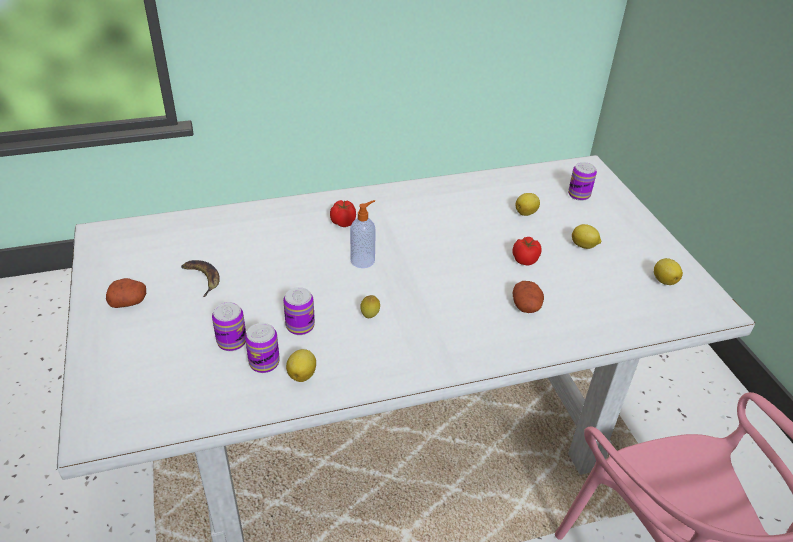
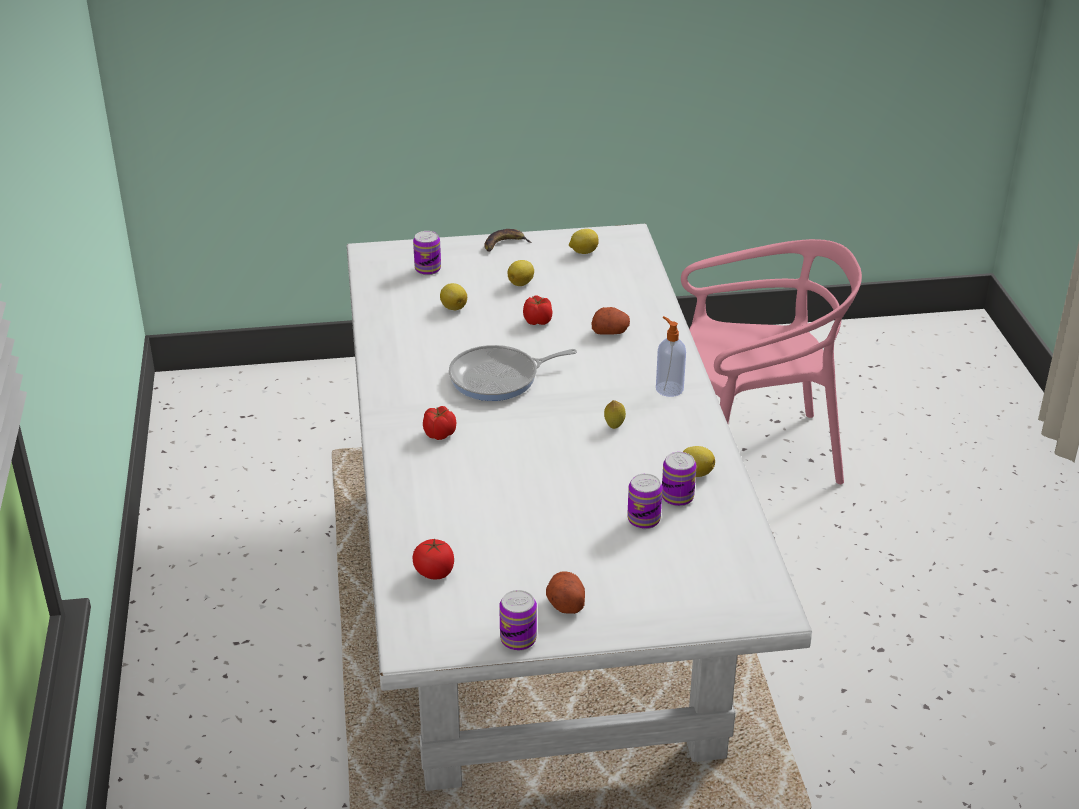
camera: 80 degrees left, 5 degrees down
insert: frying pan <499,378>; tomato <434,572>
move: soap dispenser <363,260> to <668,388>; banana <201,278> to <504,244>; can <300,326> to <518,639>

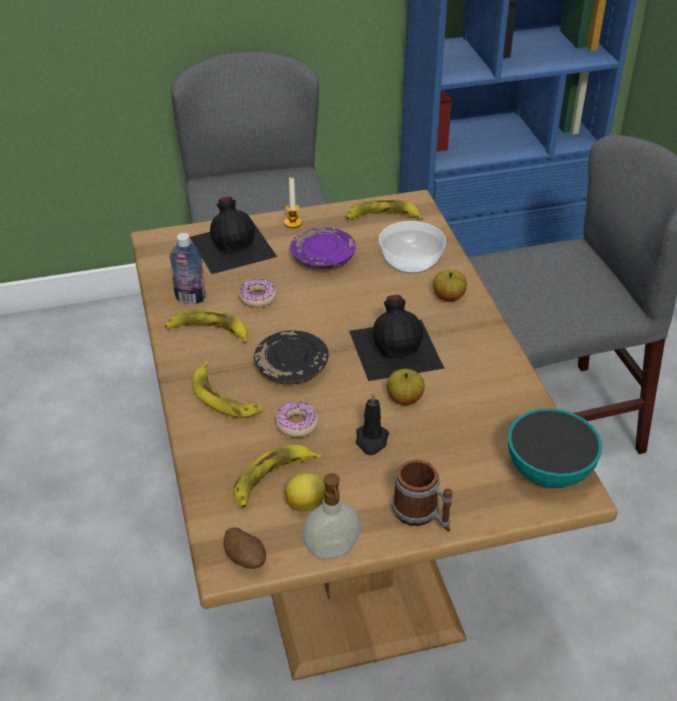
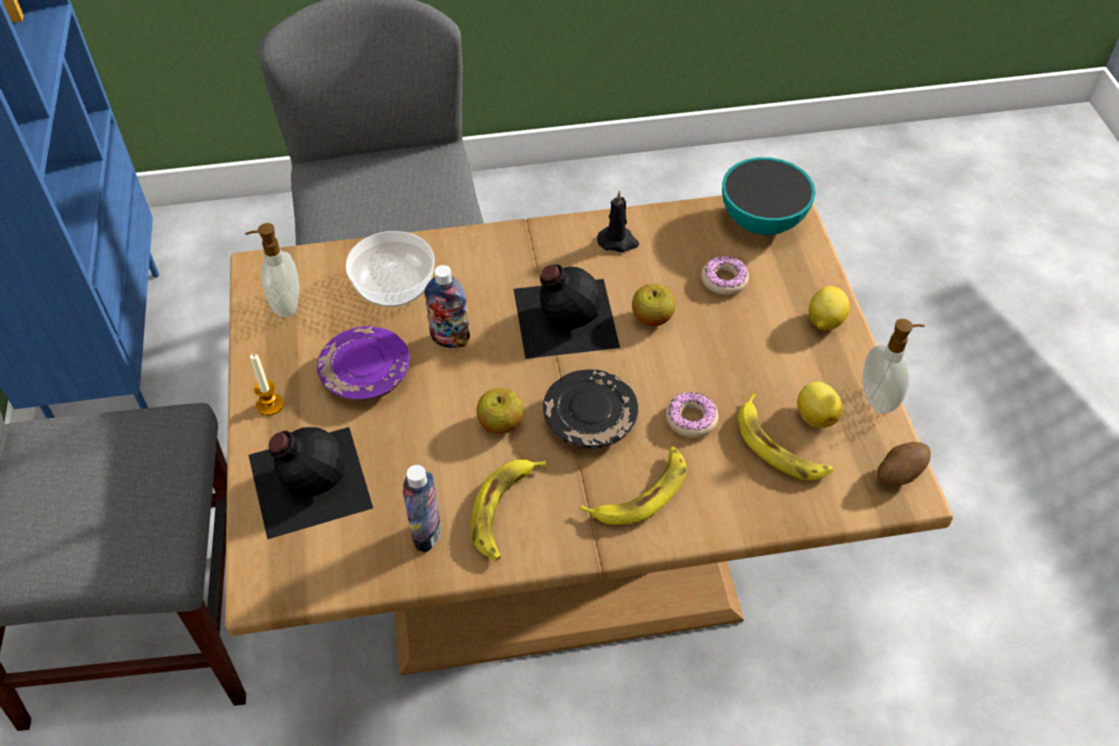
camera: 85 degrees left, 10 degrees up
insert: bottle <450,339>
move: apple <448,297> to <500,423>; donut <258,298> to <724,280>; candle in black <371,441> to <618,241>
replace: banana <382,216> to soap dispenser <285,304>; mug <422,515> to lemon <824,322>

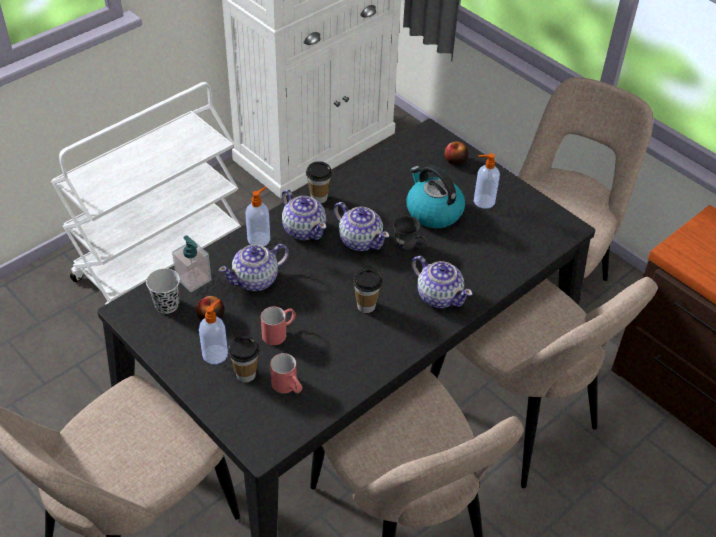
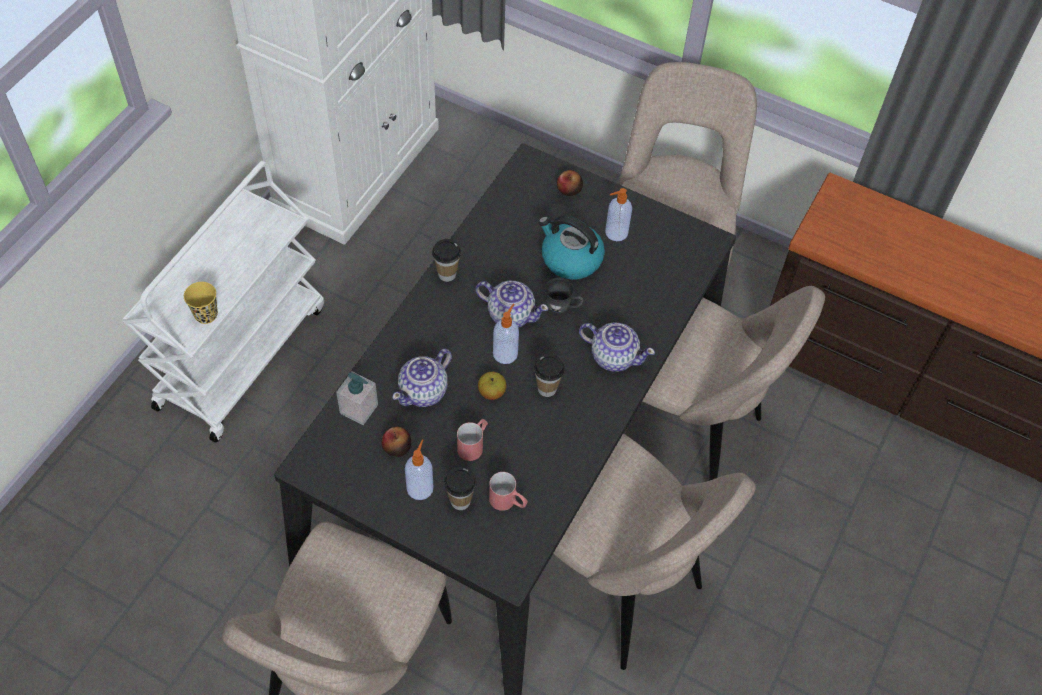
camera: 20 degrees left, 10 degrees up
delete: teapot <304,229>; cup in black <167,305>
insert: cup in yellow <206,315>; apple <492,392>
move: soap dispenser <259,239> to <505,353>

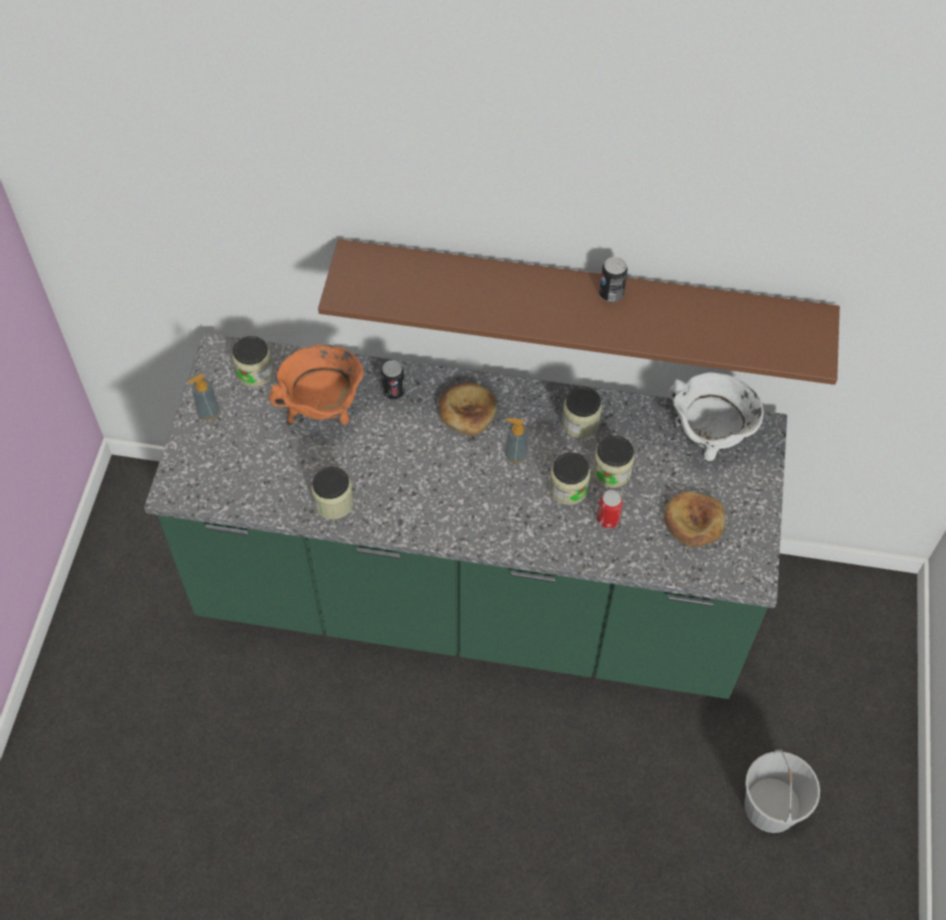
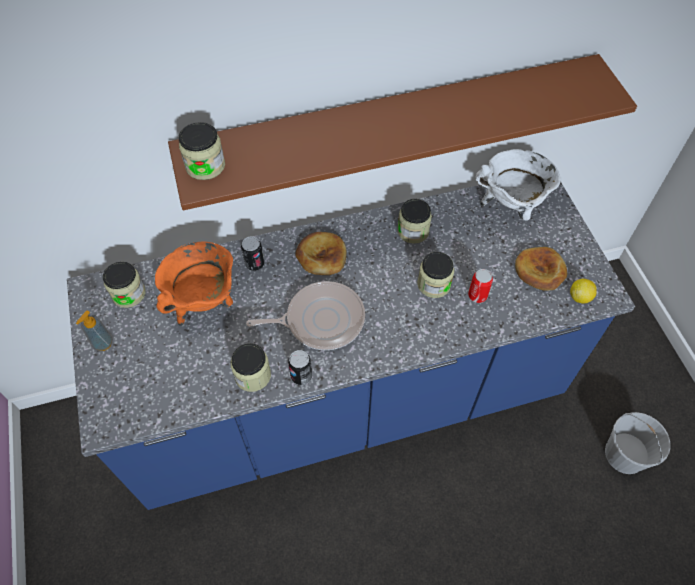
camera: 25 degrees left, 0 degrees up
delete: soap dispenser <516,455>
insert: lemon <580,297>; frying pan <320,320>
move: can <611,294> to <301,376>; jar <611,472> to <205,165>
recolor: counter in green <471,597> to counter in blue <347,399>

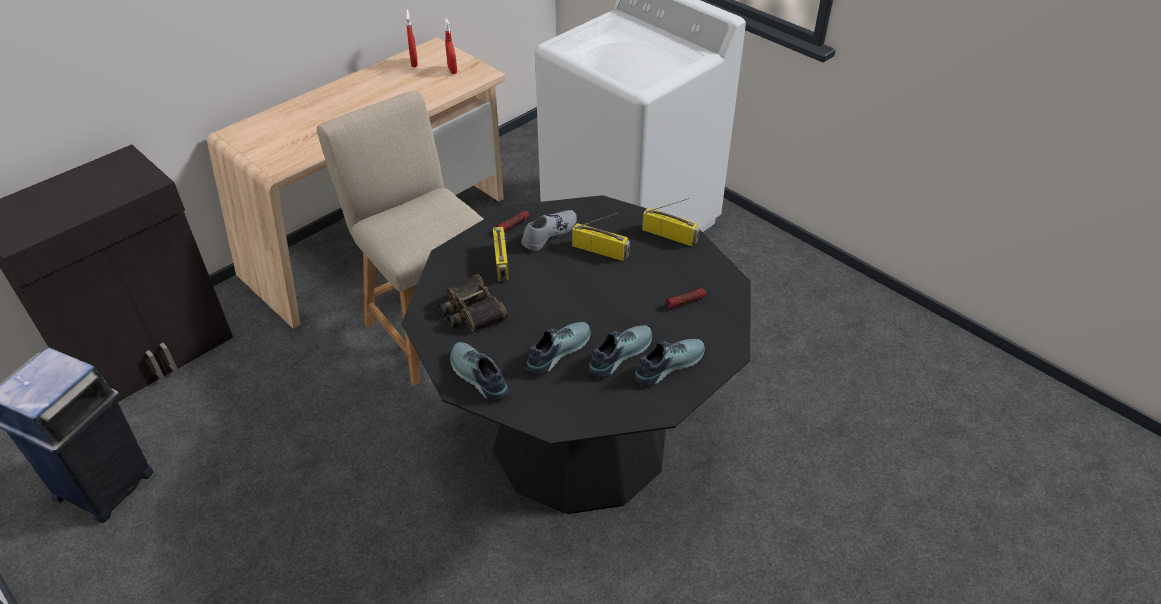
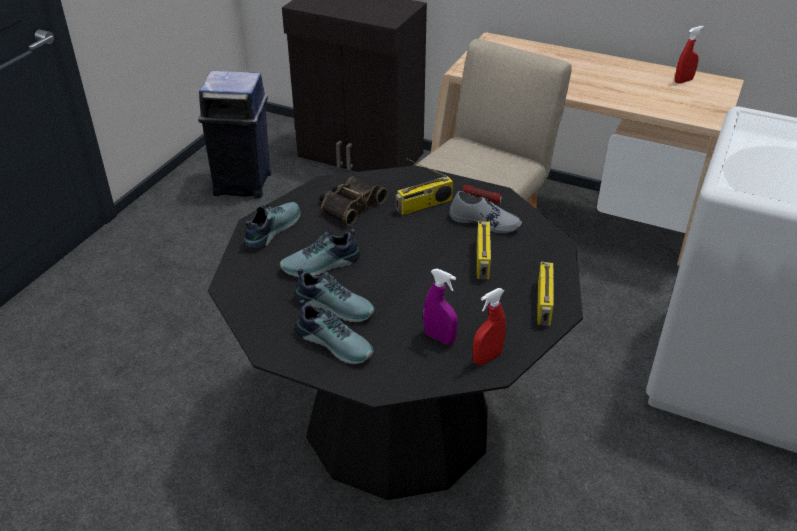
camera: 70 degrees right, 5 degrees down
move: spray bottle in red <452,70> to <487,358>
replace: flashlight <686,301> to spray bottle in purple <439,338>
rotate: shoe <556,351> = <321,266> 135 degrees clockwise

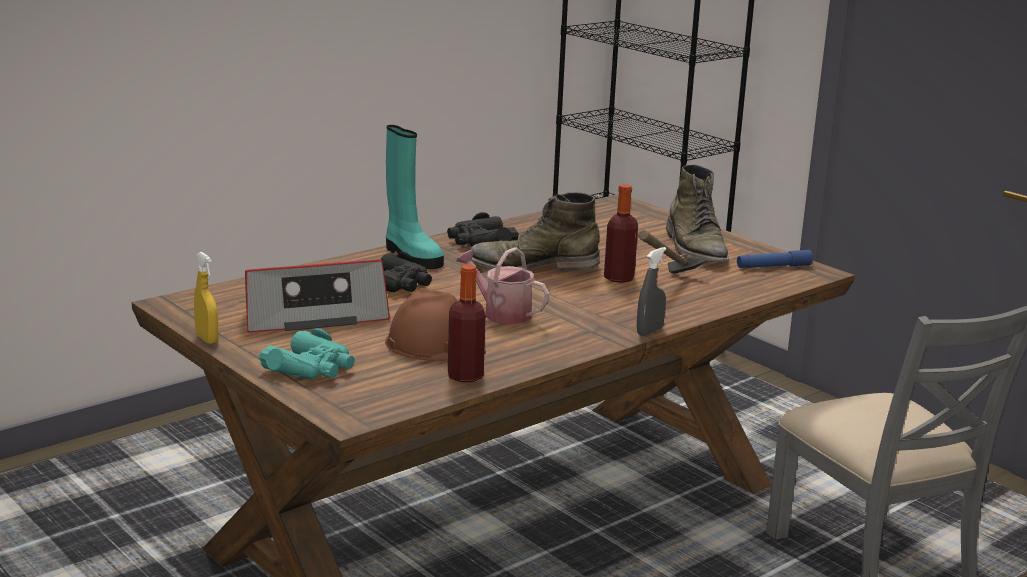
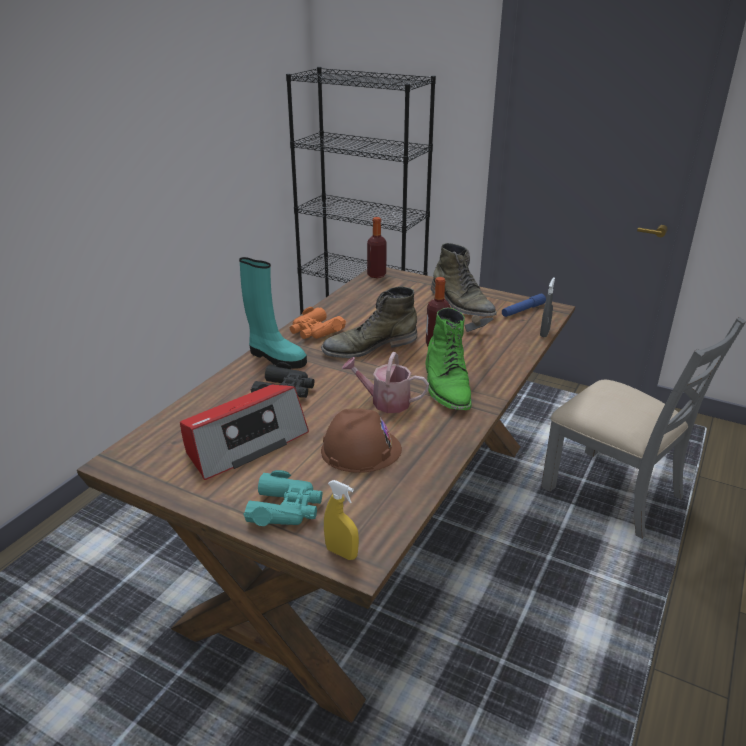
camera: 20 degrees left, 10 degrees up
insert: boot in green <446,385>
move: spray bottle in grey <649,332> to <544,333>; spray bottle in yellow <207,339> to <341,553>; bottle <465,376> to <376,275>
recolor: binoculars in black <480,242> to binoculars in orange <315,331>

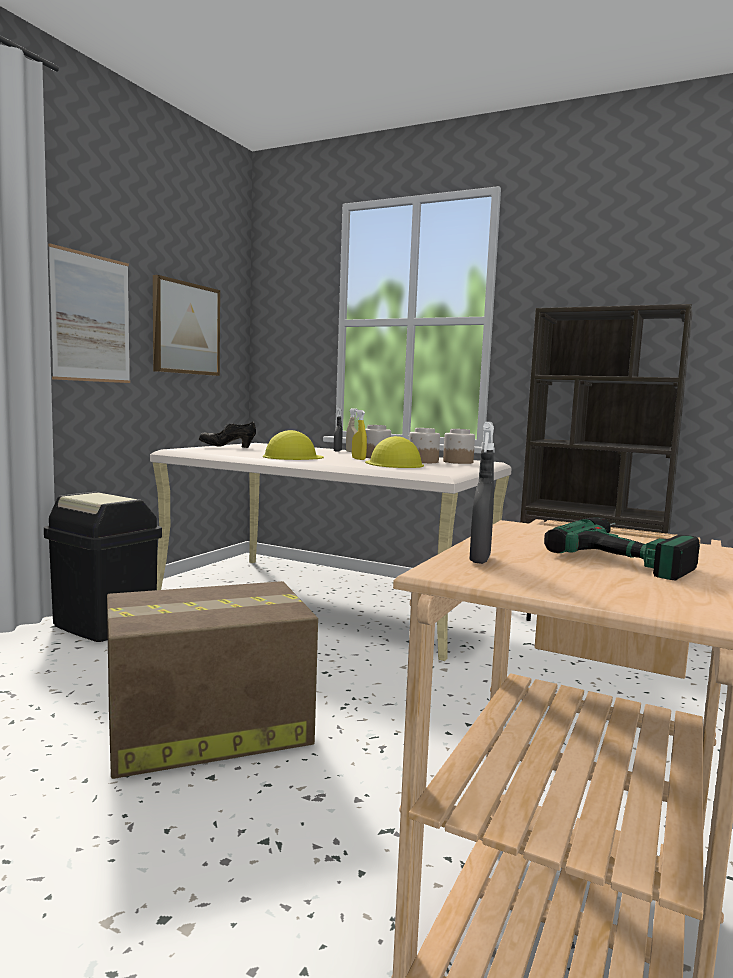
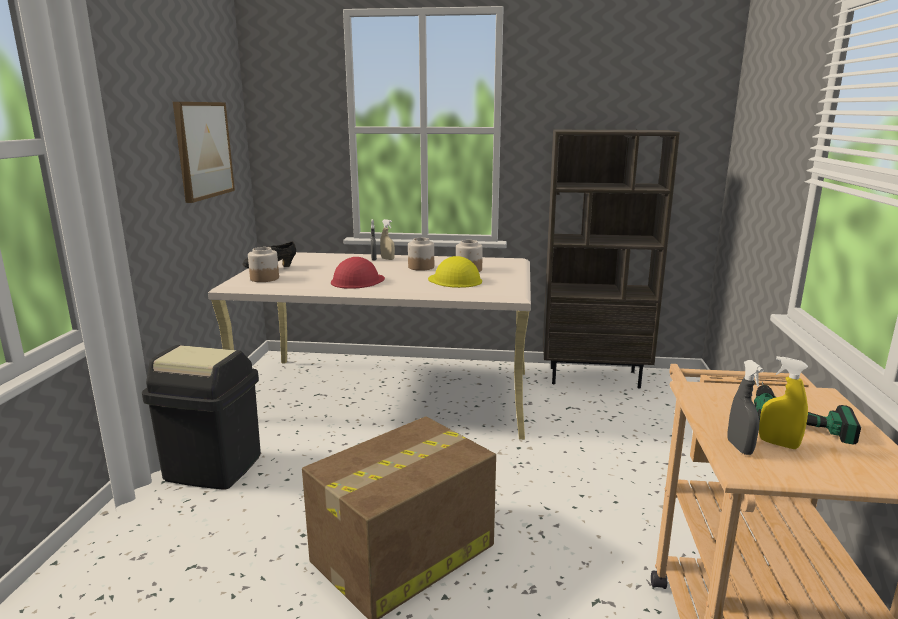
camera: 20 degrees left, 10 degrees up
delete: picture <91,318>
move: spray bottle in yellow <358,459> to <778,444>; jar <457,462> to <264,278>
recolor: hard hat in yellow <292,457> to hard hat in red <357,281>

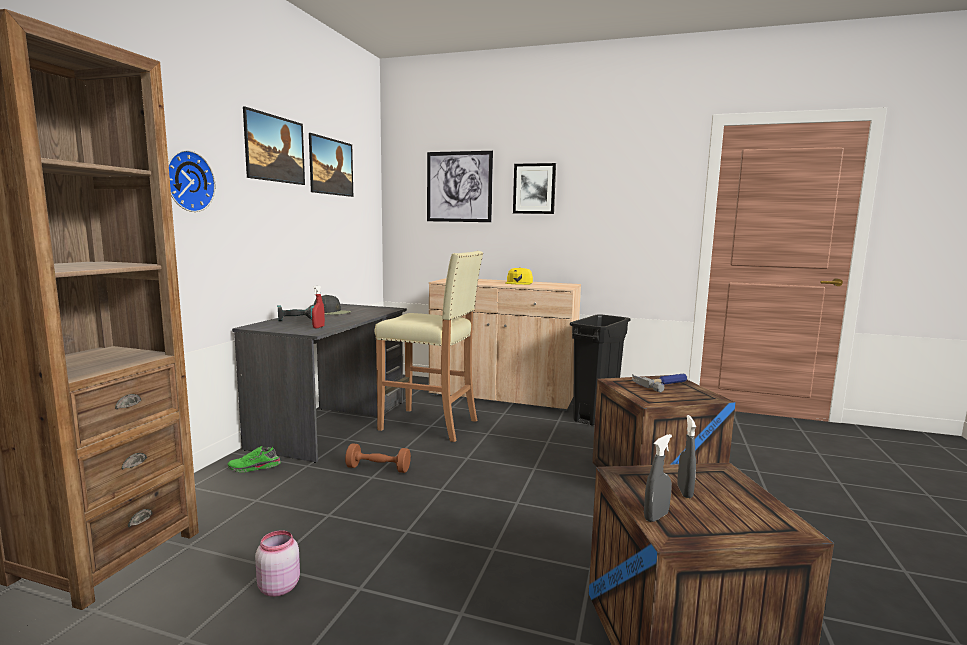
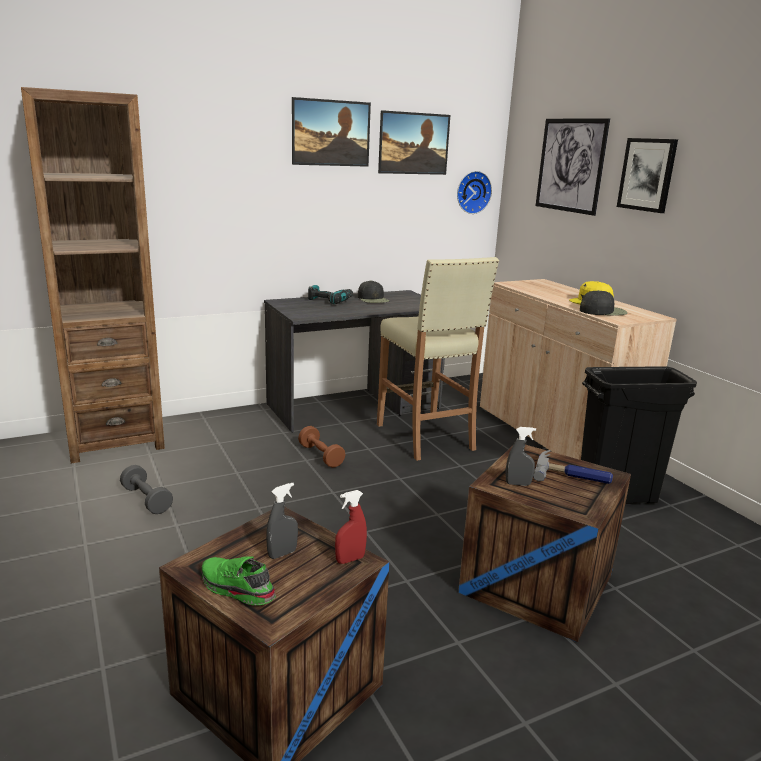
camera: 45 degrees right, 10 degrees up
insert: cap in black <603,311>
move: wall clock <187,181> to <472,192>; spray bottle in red <318,327> to <350,559>; spray bottle in grey <656,516> to <518,484>; shoe in green <254,468> to <235,589>
replace: jar in pink <278,587> to dumbbell in grey <146,500>

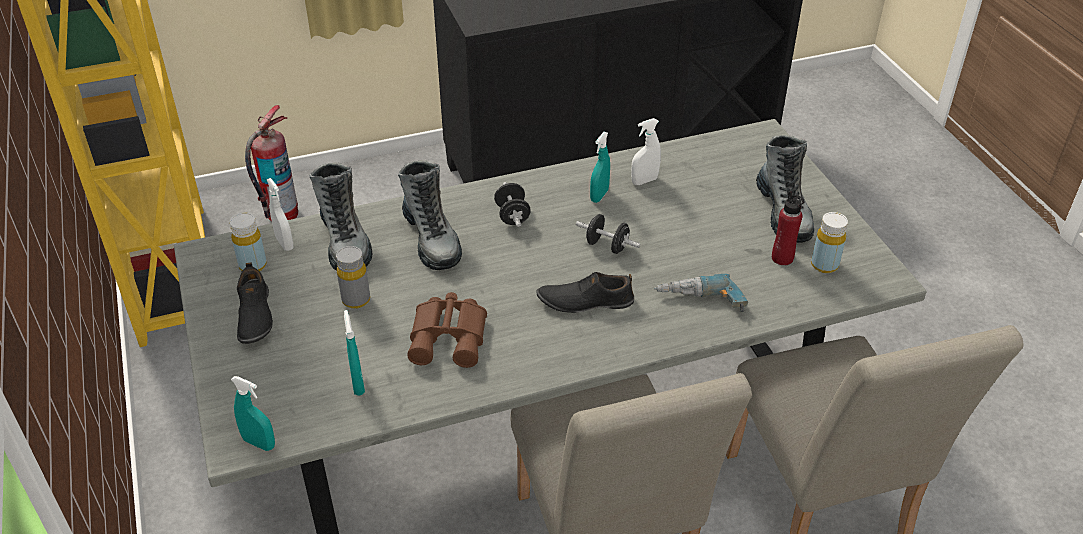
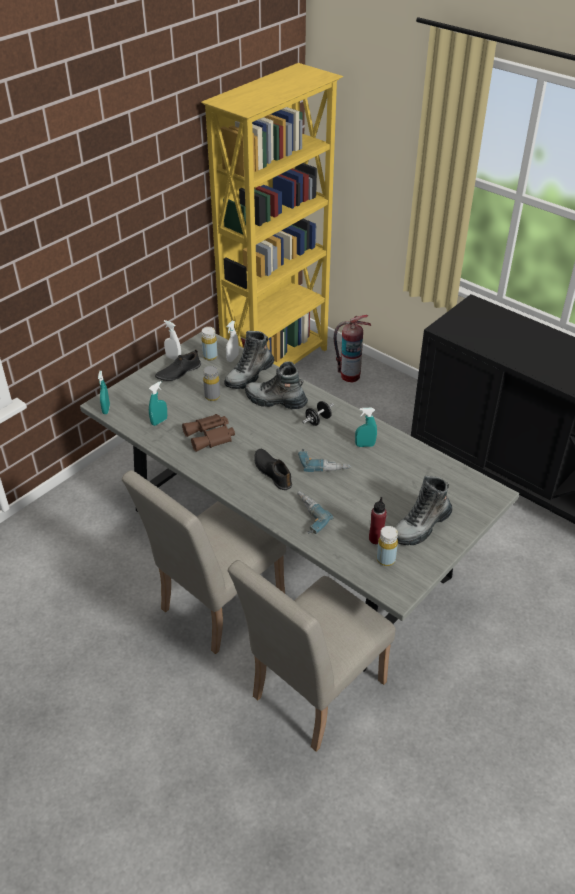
camera: 60 degrees right, 0 degrees up
move: spray bottle in white <644,181> to <173,358>
replace: dumbbell in black <607,246> to power drill <324,464>
rotate: boot <432,239> = <275,401> 75 degrees clockwise

